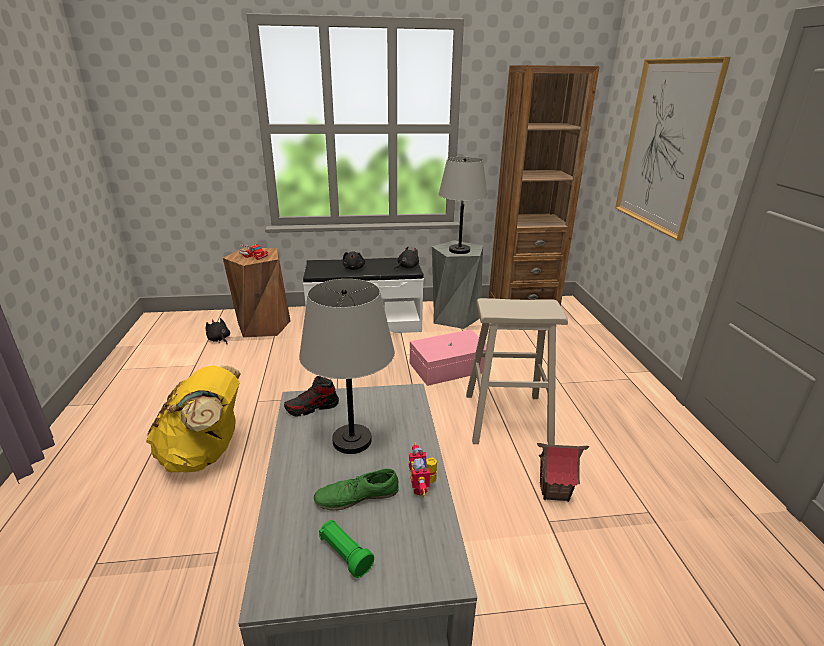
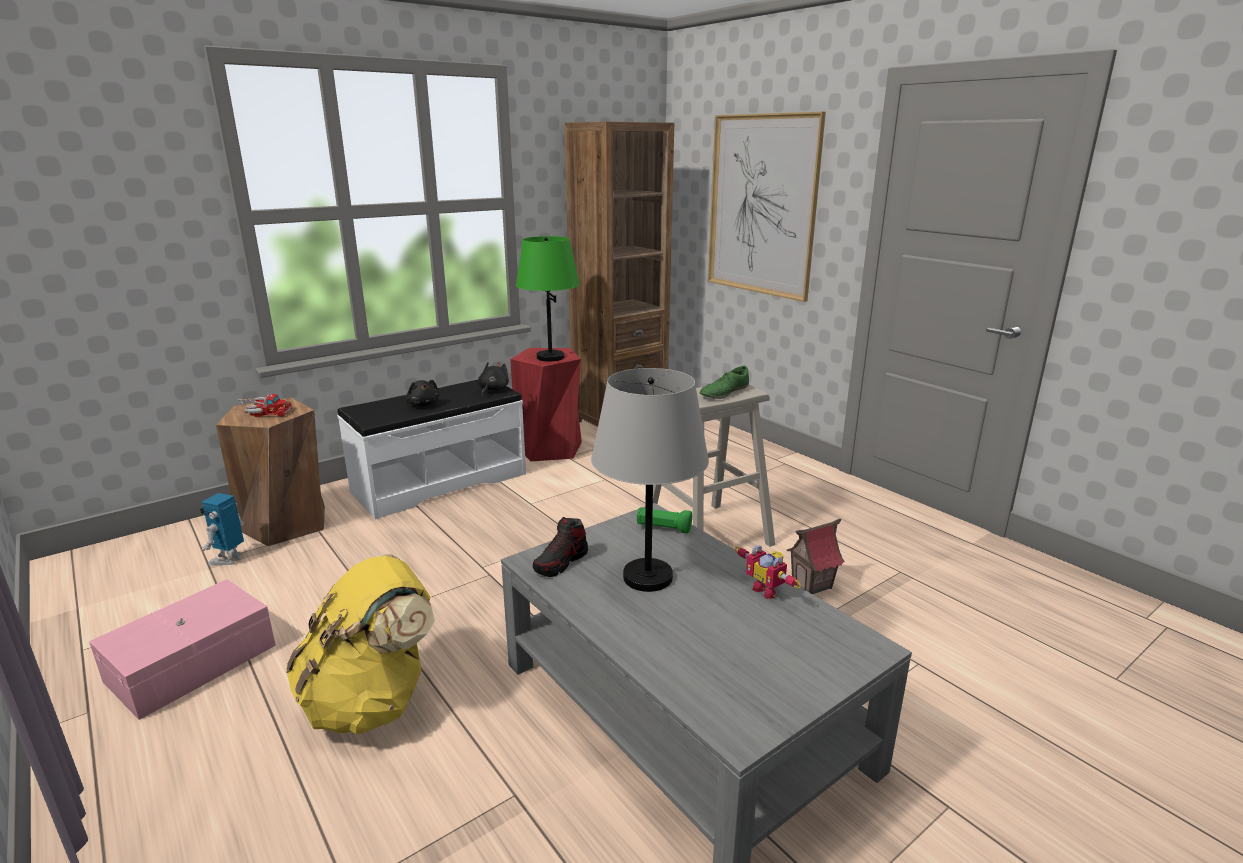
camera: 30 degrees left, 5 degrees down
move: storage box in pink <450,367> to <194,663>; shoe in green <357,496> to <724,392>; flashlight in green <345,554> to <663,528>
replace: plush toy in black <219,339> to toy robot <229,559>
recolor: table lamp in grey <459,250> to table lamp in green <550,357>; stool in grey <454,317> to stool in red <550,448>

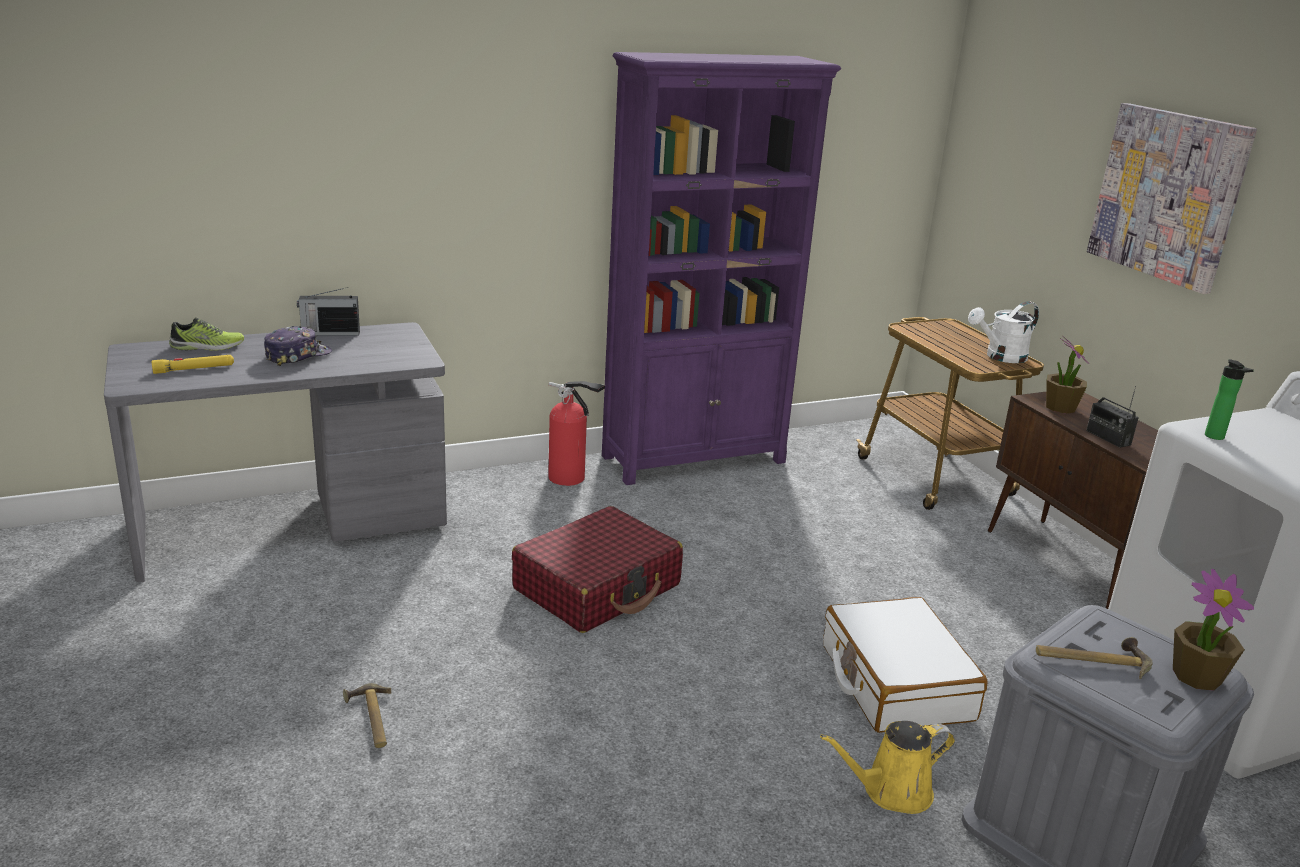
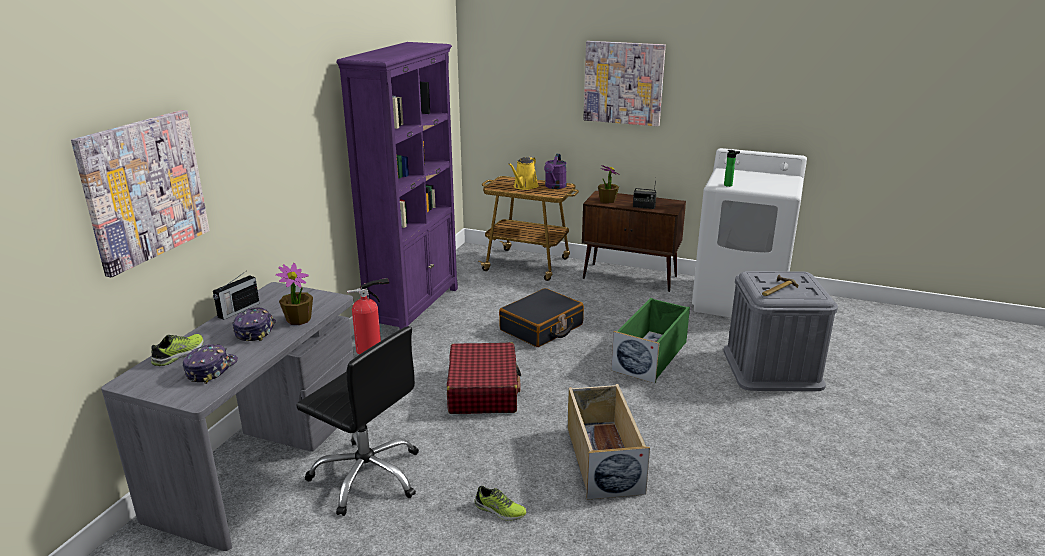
camera: 45 degrees left, 0 degrees up
insert: picture <144,189>; suitcase in black <541,328>; office chair in black <367,476>; storage box in beige <602,458>
move: potted plant <1197,676> to <299,319>; watering can in yellow <891,791> to <524,187>
replace: flashlight in yellow <194,369> to cap <211,369>; suitcase in white <895,682> to storage box in green <650,356>; hammer <370,720> to shoe <499,510>
recolor: watering can in white <1000,357> to watering can in purple <554,187>

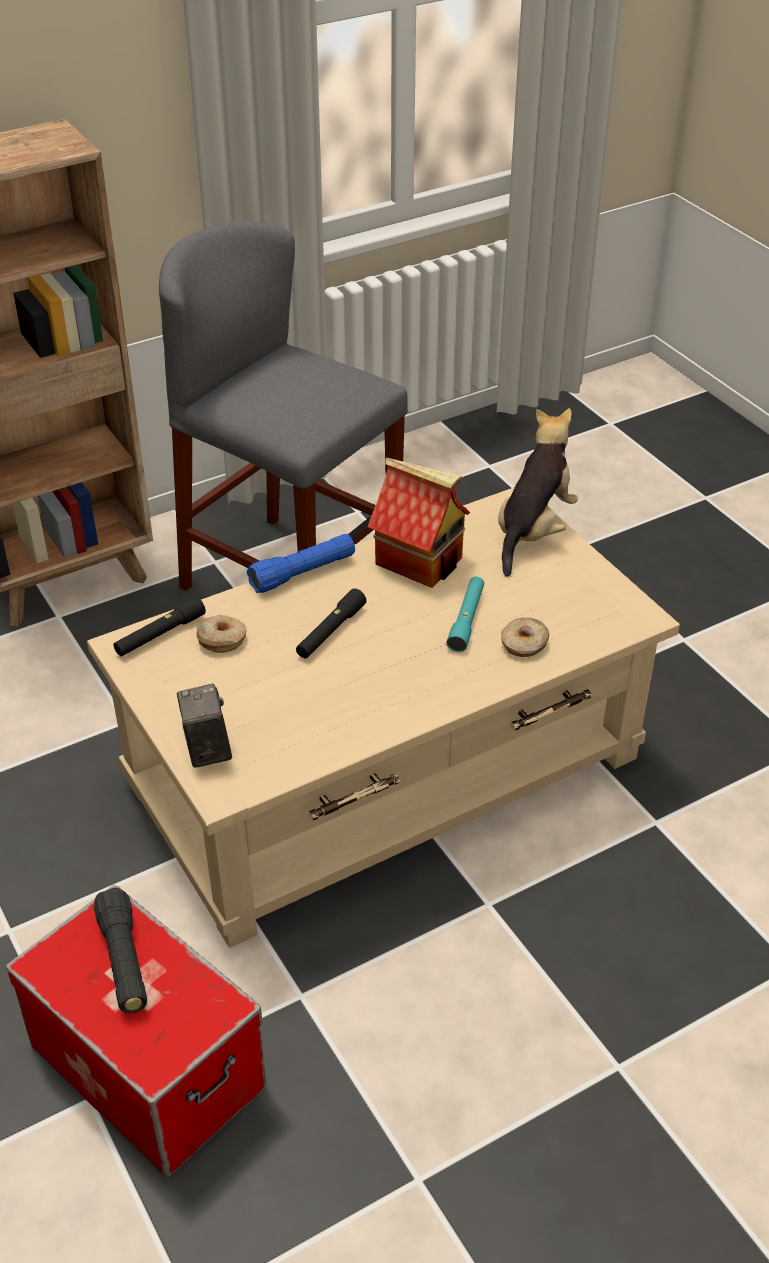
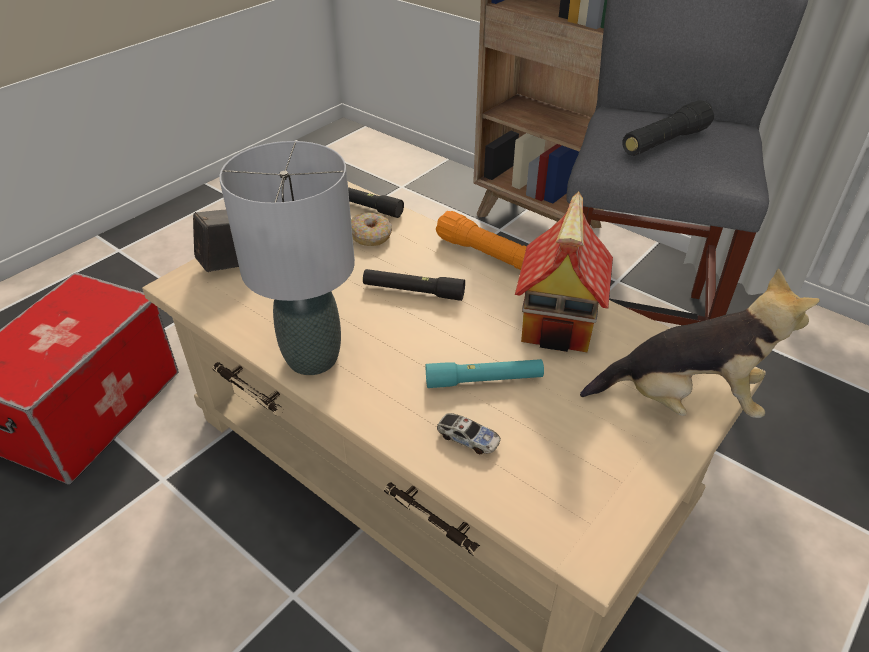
camera: 70 degrees right, 0 degrees up
insert: table lamp in grey <313,358>
move: flashlight in black <124,961> to <664,142>
replace: donut <524,644> to toy car <468,439>
recolor: flashlight in blue <302,573> to flashlight in orange <487,255>

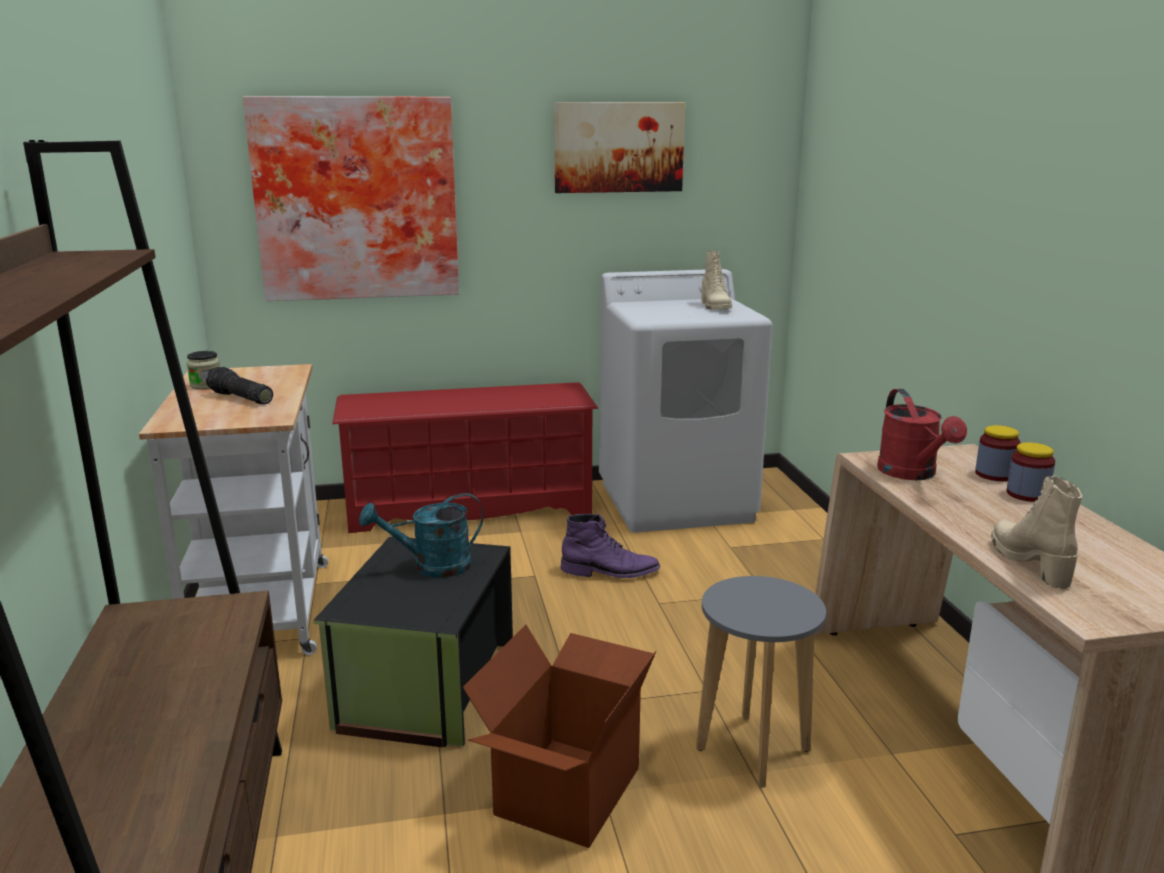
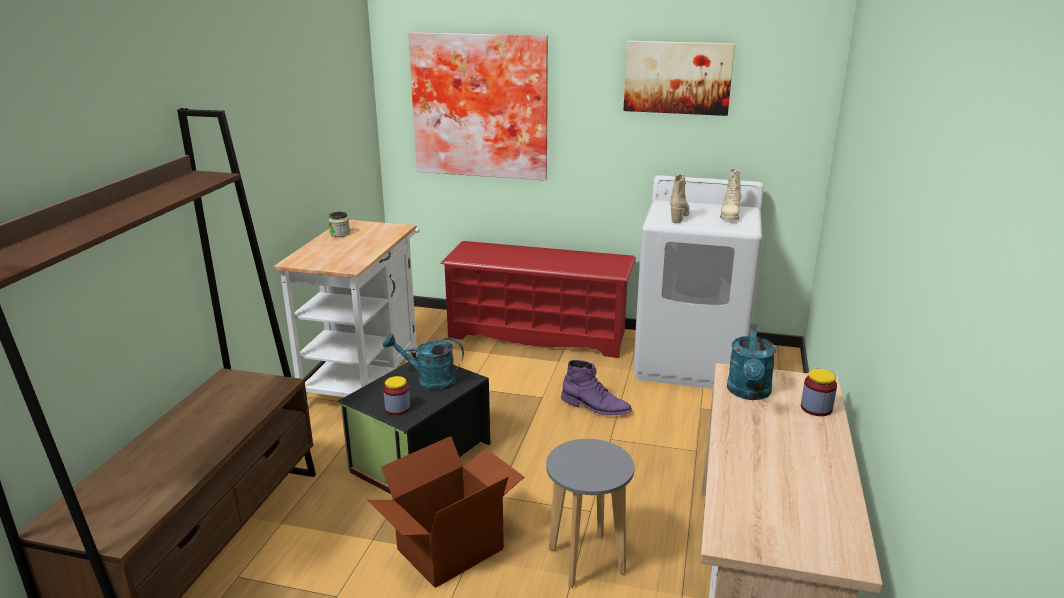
camera: 25 degrees right, 5 degrees up
delete: flashlight <240,398>
move: jar <1027,494> to <397,408>; boot in beige <1030,563> to <679,215>
recolor: watering can in red <912,474> to watering can in turquoise <749,393>

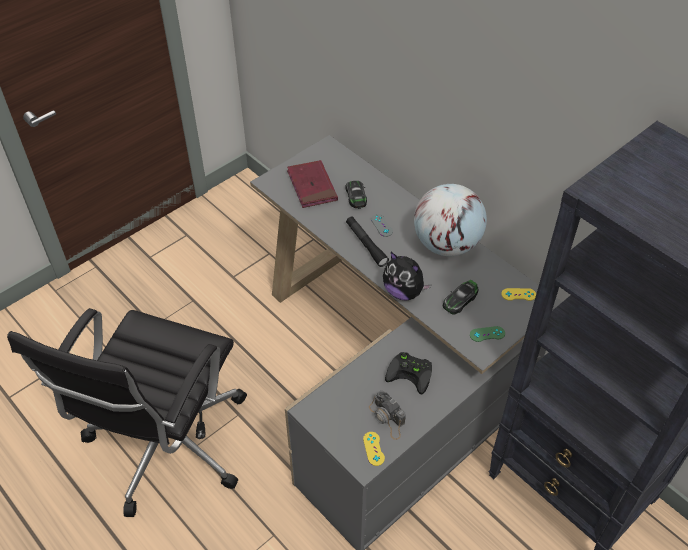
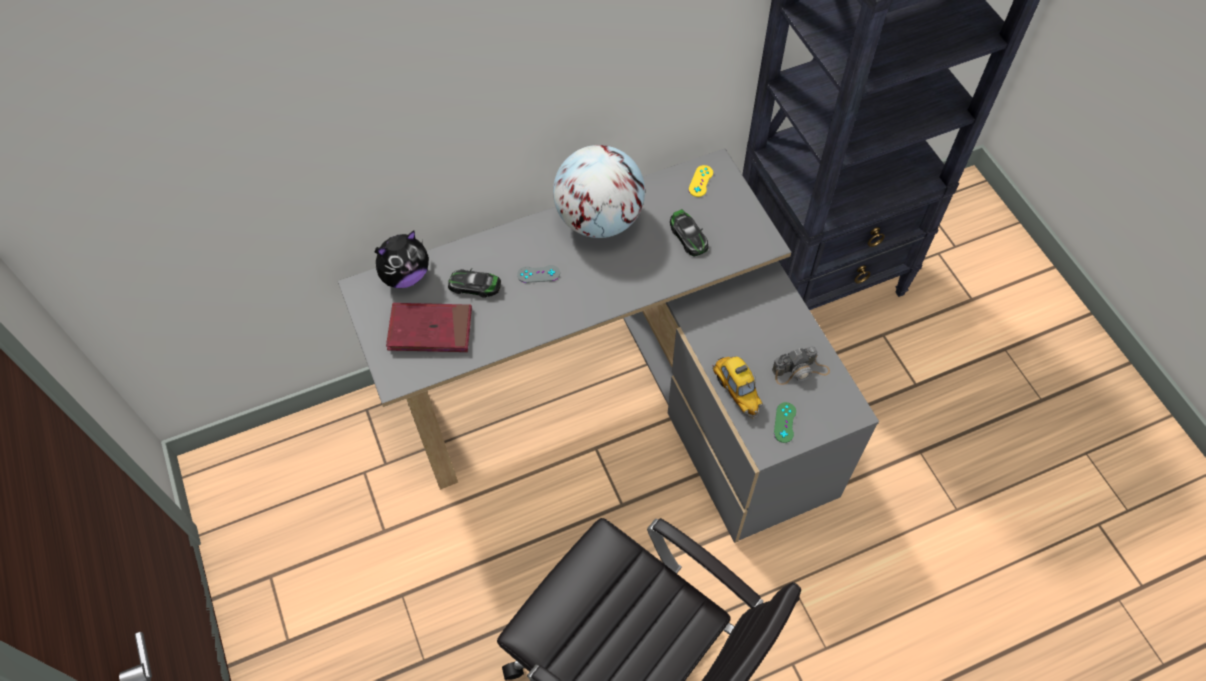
camera: 70 degrees left, 10 degrees up
delete: flashlight in black <366,244>; game controller in black <411,373>; game controller in yellow <373,448>
insert: toy car <736,391>
move: plush toy <403,292> to <405,275>; game controller in green <487,334> to <785,422>

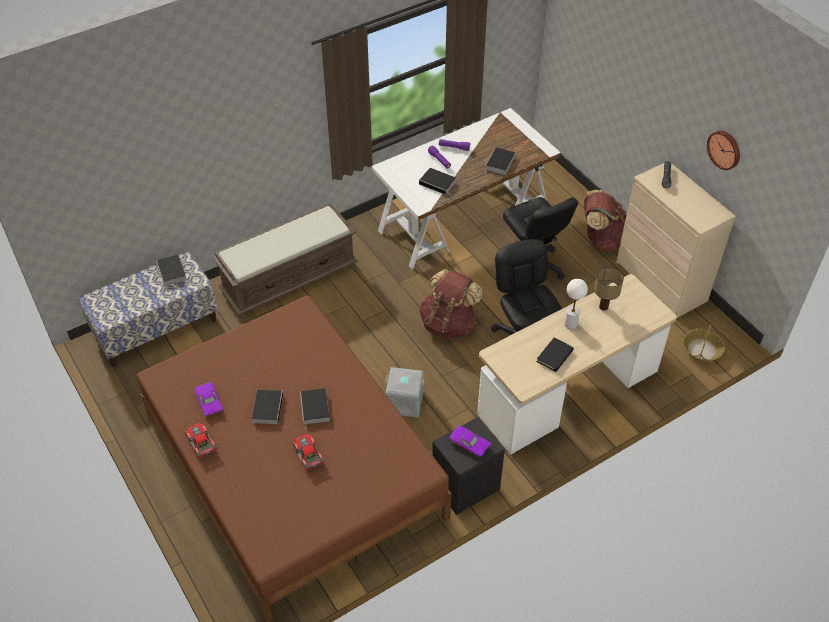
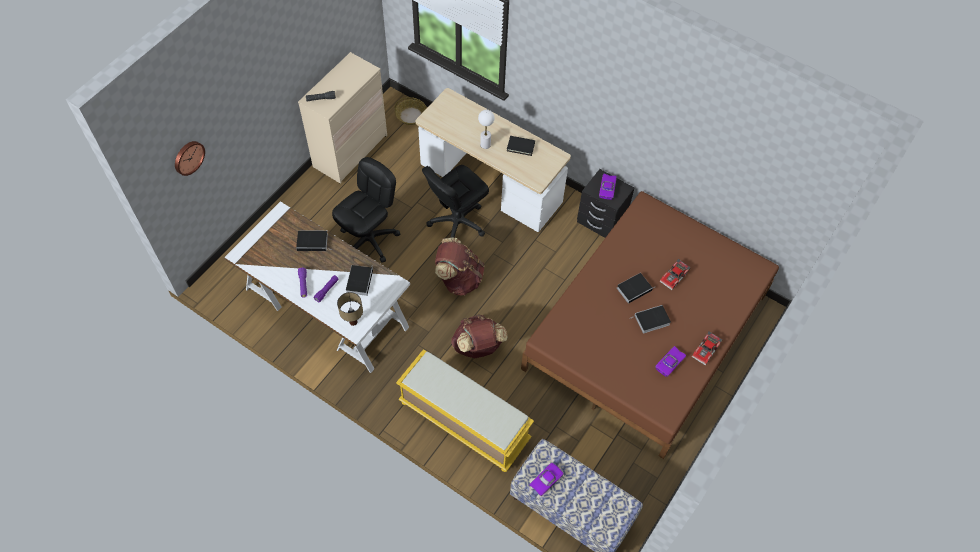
camera: 115 degrees left, 10 degrees up
delete: storage box in grey <404,402>
move: wall clock <725,149> to <188,157>; backpack in brown <602,239> to <478,347>; table lamp <603,306> to <353,322>
replace: book <172,272> to toy car in purple <545,480>
recolor: bench in brown <290,279> to bench in yellow <463,421>

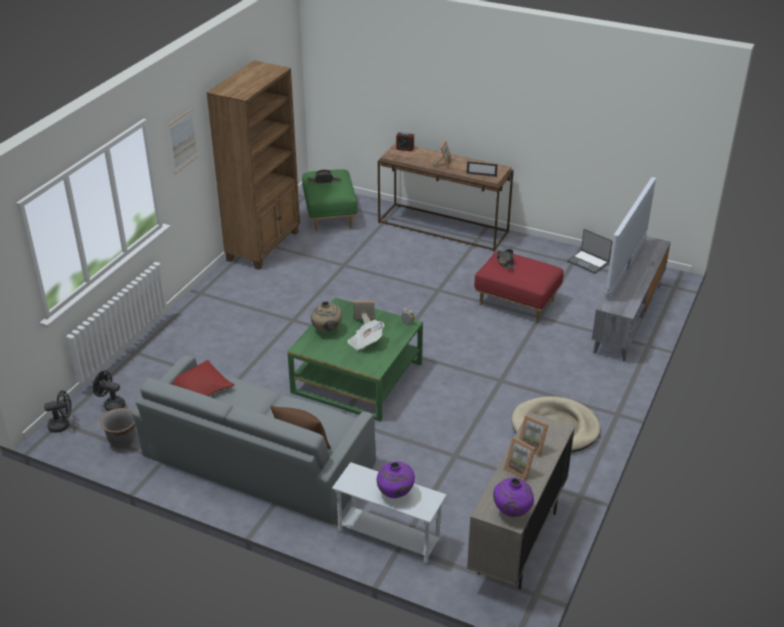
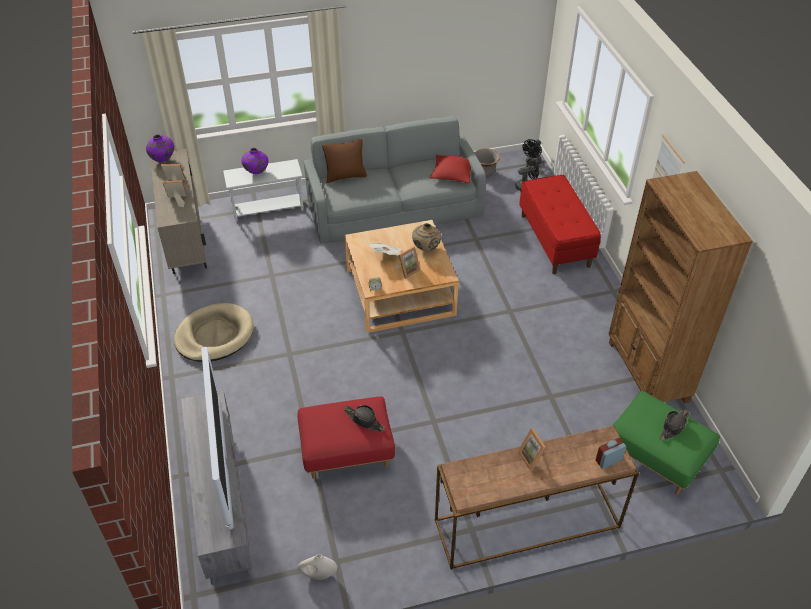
camera: 140 degrees right, 10 degrees up
delete: picture frame <481,175>
insert: bench in red <555,241>
replace: laptop <588,262> to vase in white <319,575>
recolor: coffee table in green <357,377> to coffee table in beige <400,292>

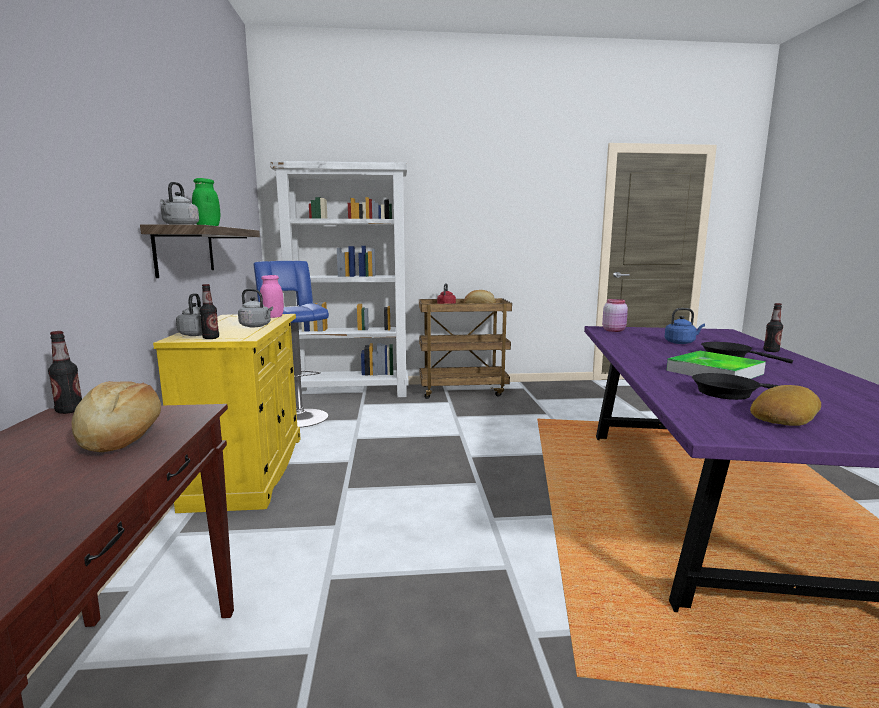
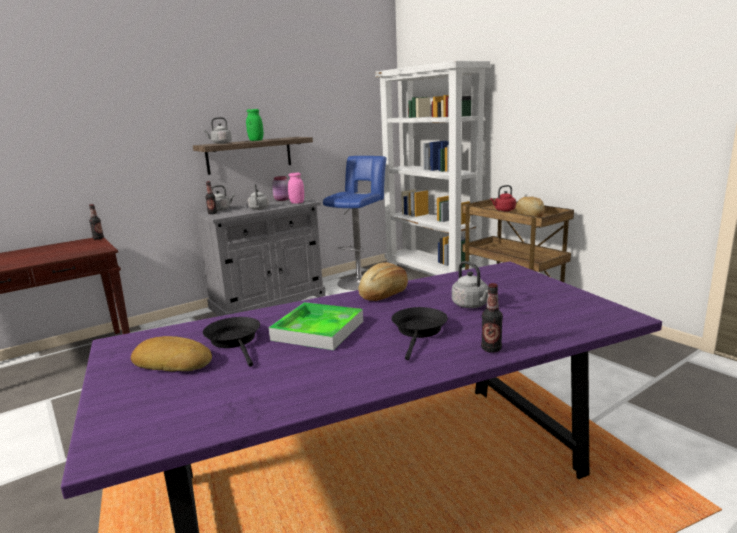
camera: 60 degrees right, 5 degrees up
move: jar in pink <614,330> to <282,200>; bread <121,437> to <384,294>
recolor: kettle in blue <681,342> to kettle in grey <471,305>; cabinet in yellow <248,470> to cabinet in grey <268,302>

